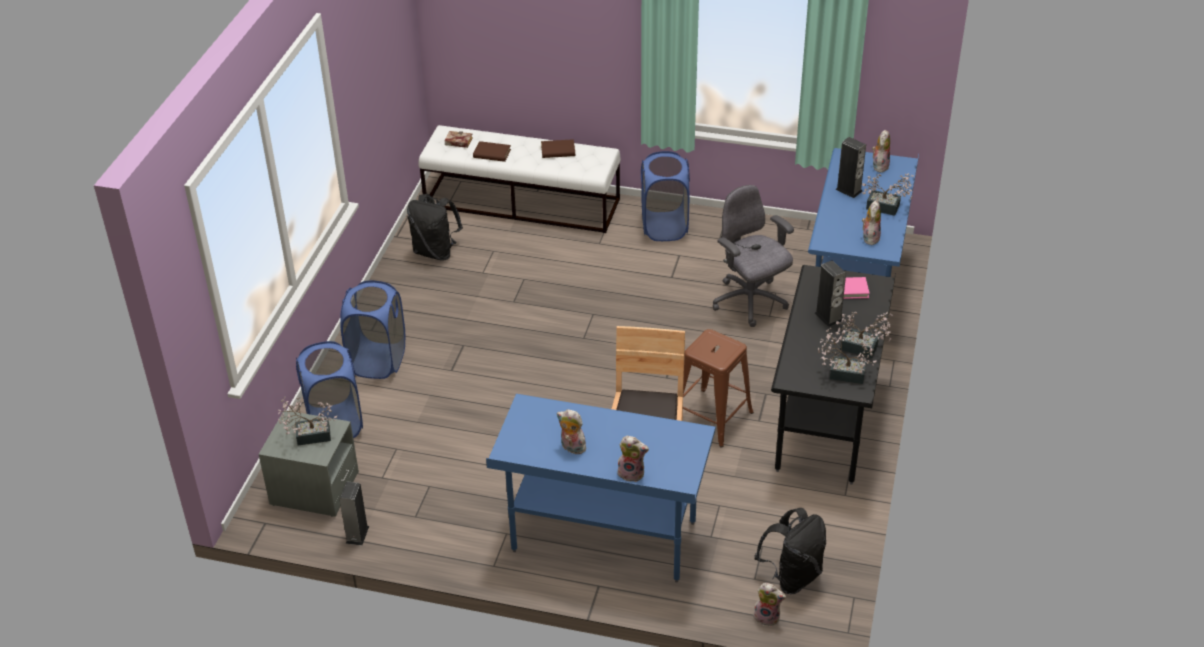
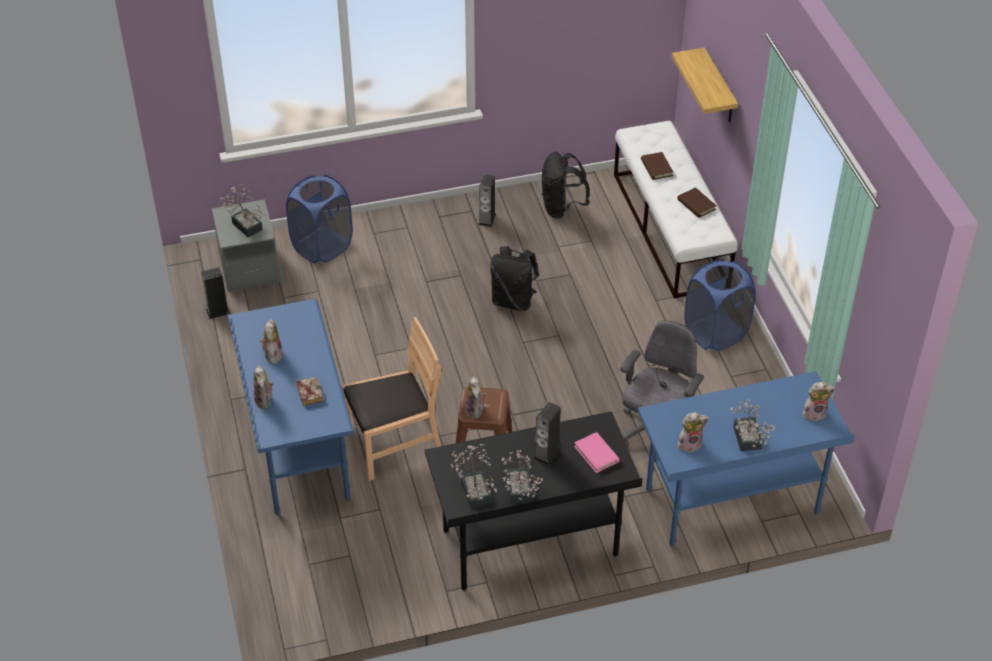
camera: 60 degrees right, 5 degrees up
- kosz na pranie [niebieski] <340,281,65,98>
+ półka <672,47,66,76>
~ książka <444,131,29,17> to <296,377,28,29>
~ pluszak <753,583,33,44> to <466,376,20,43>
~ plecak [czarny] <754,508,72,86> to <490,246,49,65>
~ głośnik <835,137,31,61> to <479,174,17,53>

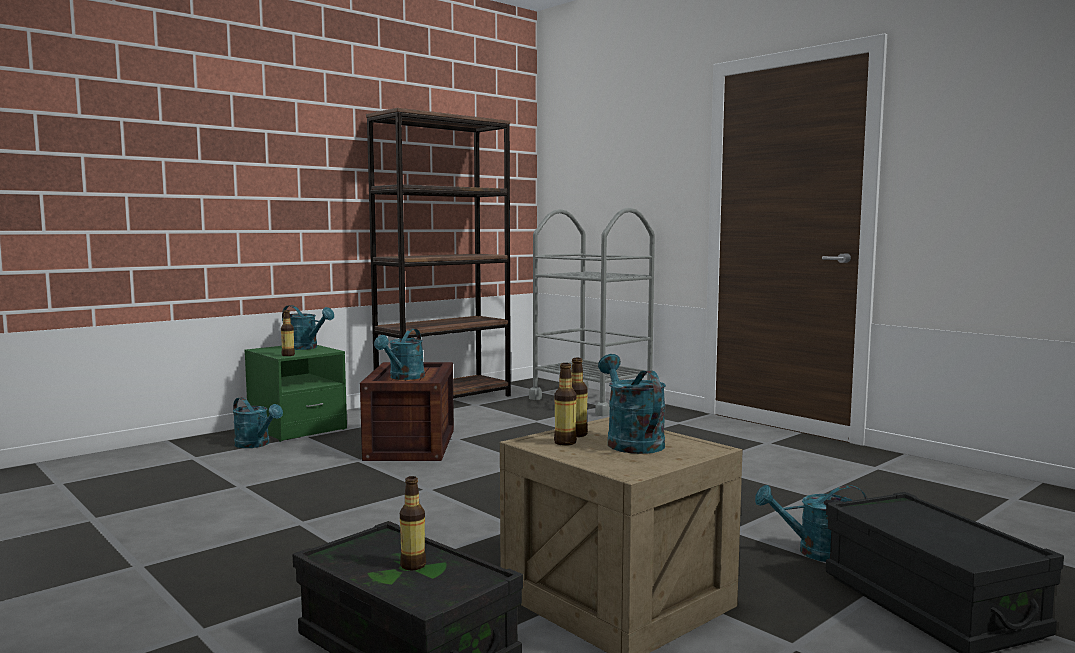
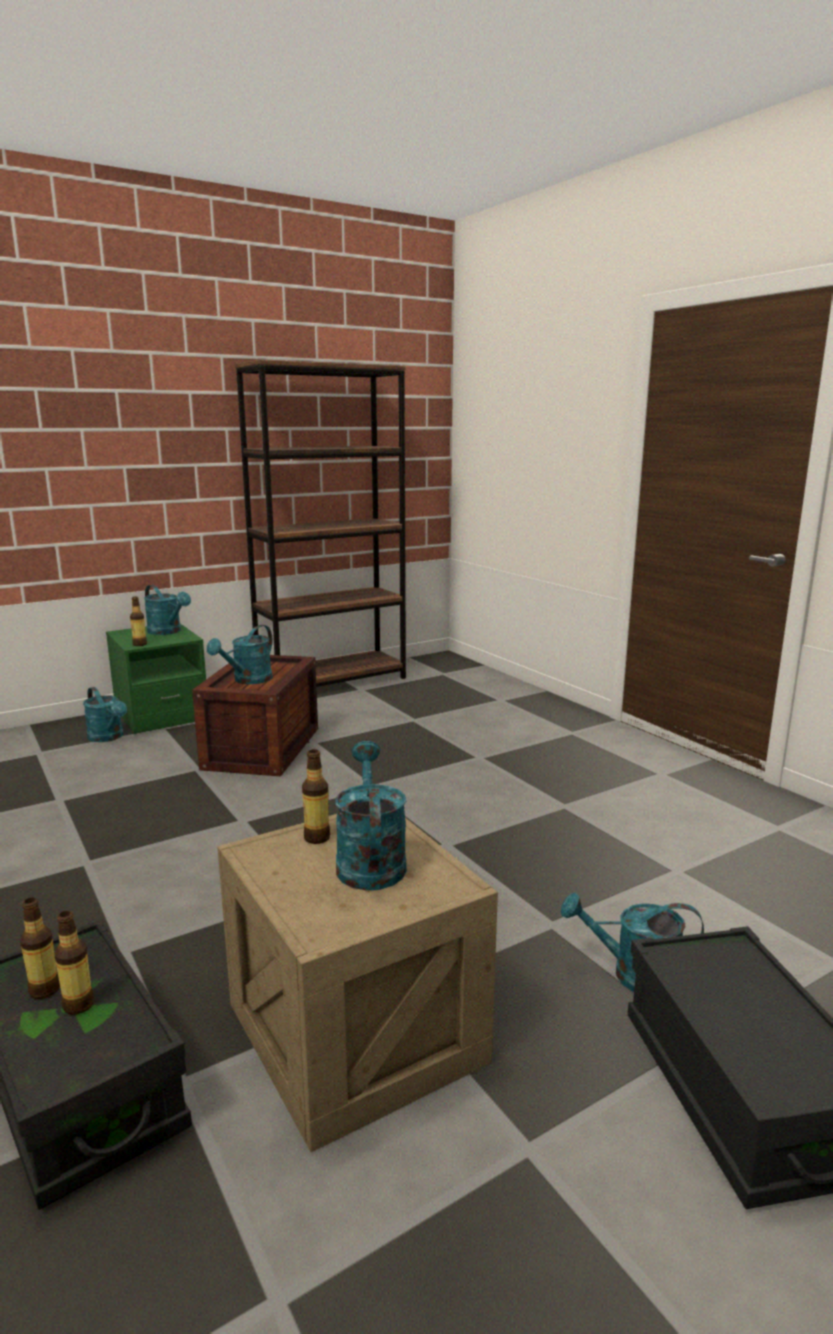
camera: 10 degrees right, 10 degrees up
- wózek [szary] <529,208,126,208>
~ butelka <554,363,23,83> to <20,898,40,101>

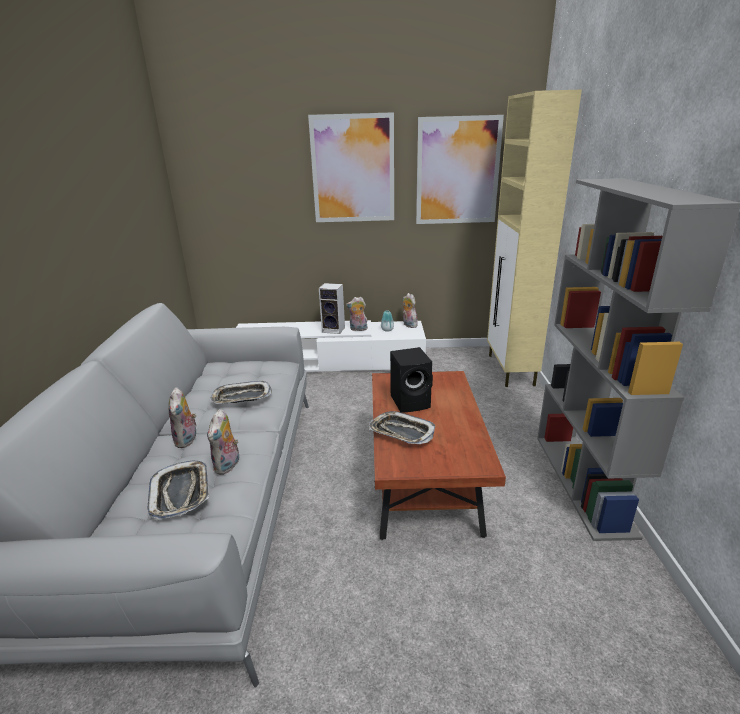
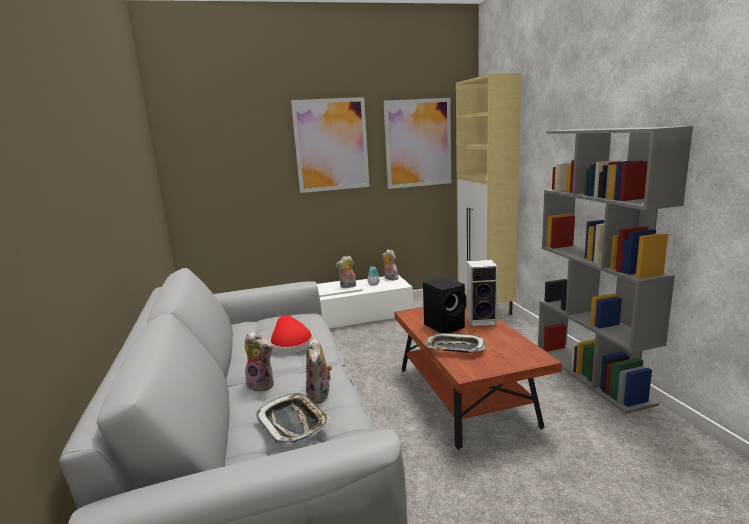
camera: 15 degrees left, 10 degrees down
~ głośnik <319,283,26,51> to <467,260,30,66>
~ taca <210,381,62,23> to kapelusz [czerwony] <270,316,43,38>
~ pluszak <169,387,27,61> = <244,331,30,60> 45 degrees counterclockwise

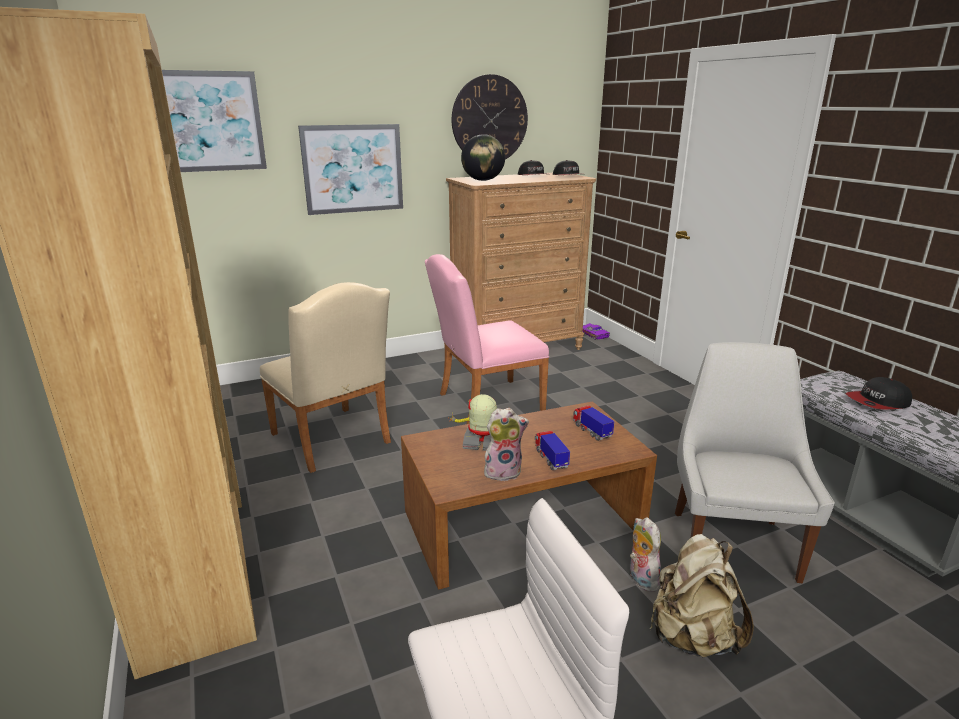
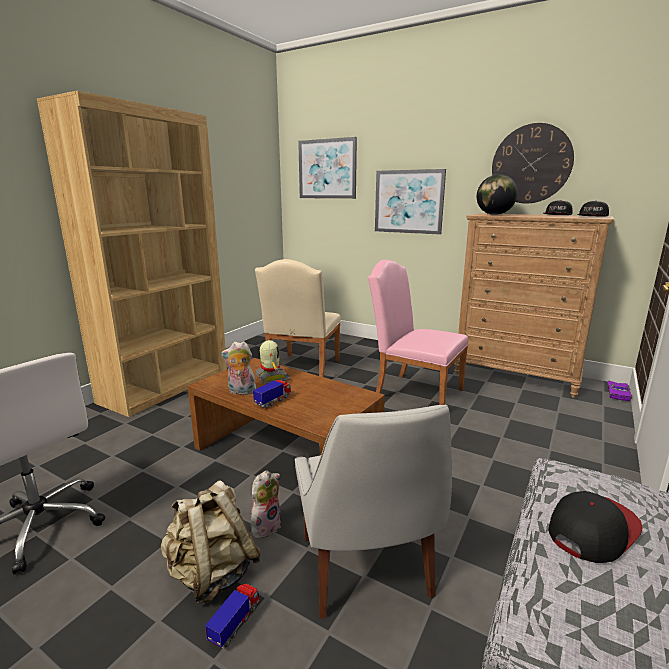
camera: 55 degrees right, 5 degrees down
~ ciężarówka zabawkowa <573,406,42,35> to <205,584,54,65>
~ pluszak <484,408,45,73> = <221,341,35,54> 135 degrees clockwise
~ krzesło [biały] <675,342,160,241> = <295,405,157,214> 105 degrees clockwise
~ czapka z daszkiem <845,377,67,33> = <548,491,95,72> 105 degrees clockwise

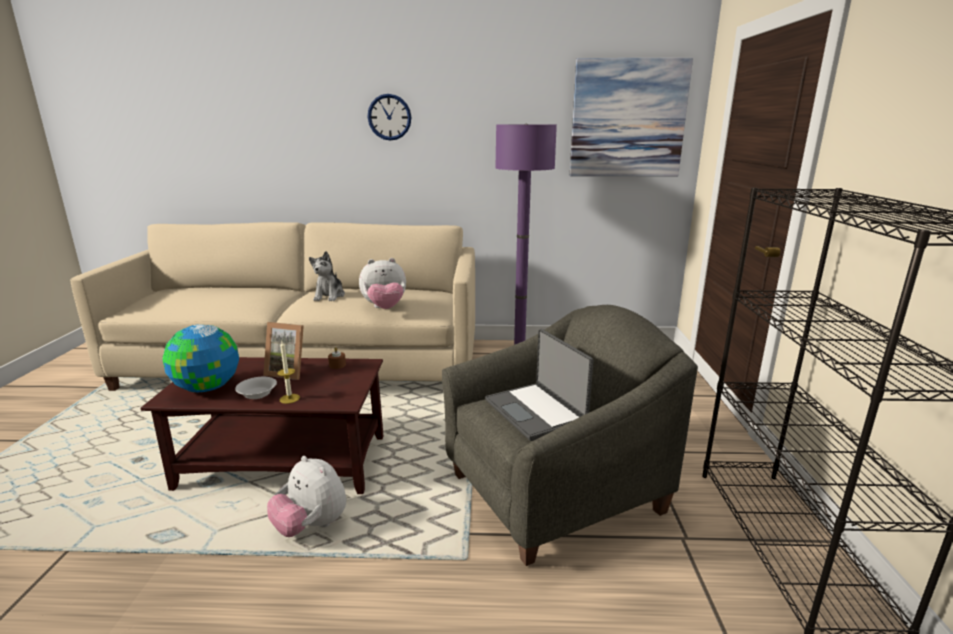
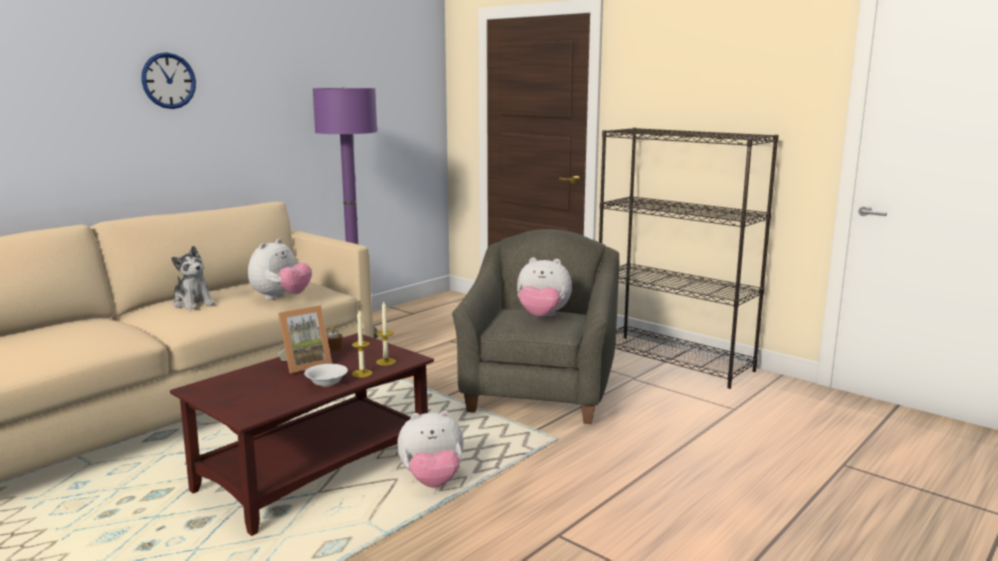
camera: 50 degrees left, 5 degrees down
- globus <162,324,77,68>
- obraz <570,58,123,119>
+ świeca <376,301,20,65>
~ laptop <485,329,108,112> to pluszak <517,257,55,60>

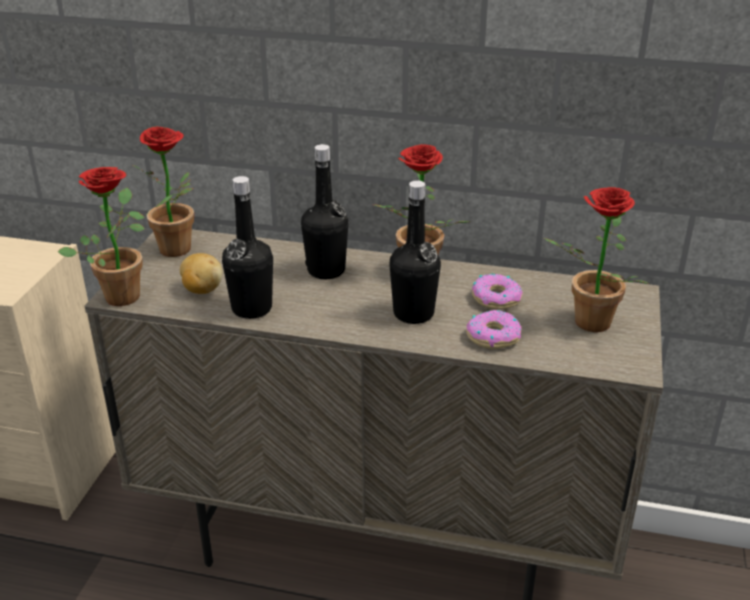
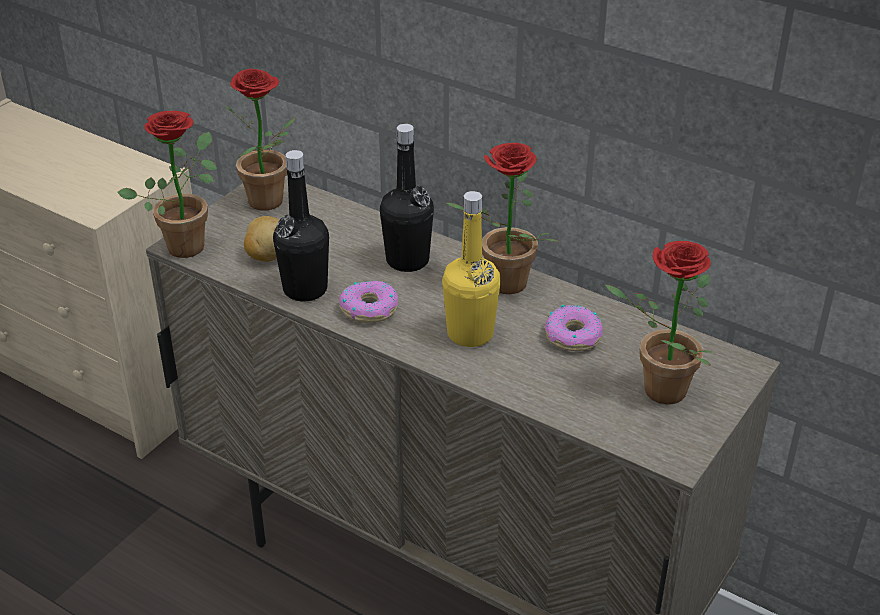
camera: 20 degrees right, 5 degrees up
~ donut <466,310,56,39> to <339,281,59,42>
~ butelka [czarny] <389,180,52,144> to butelka [żółty] <442,191,59,156>

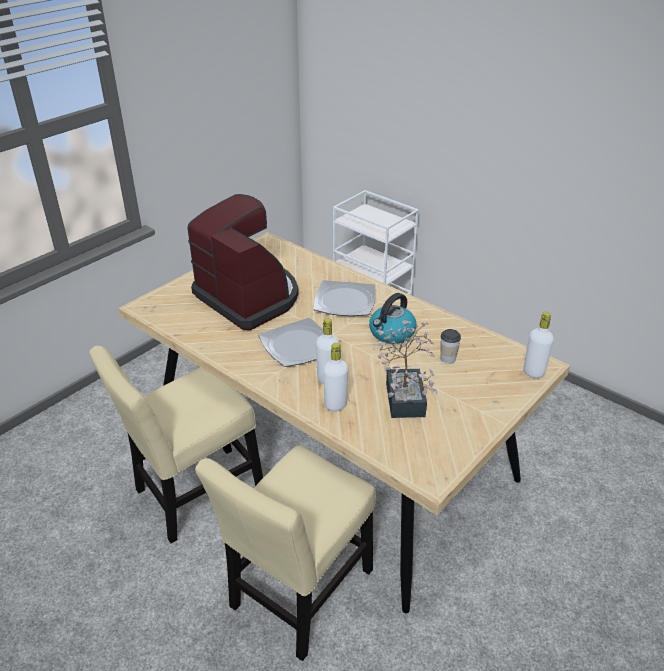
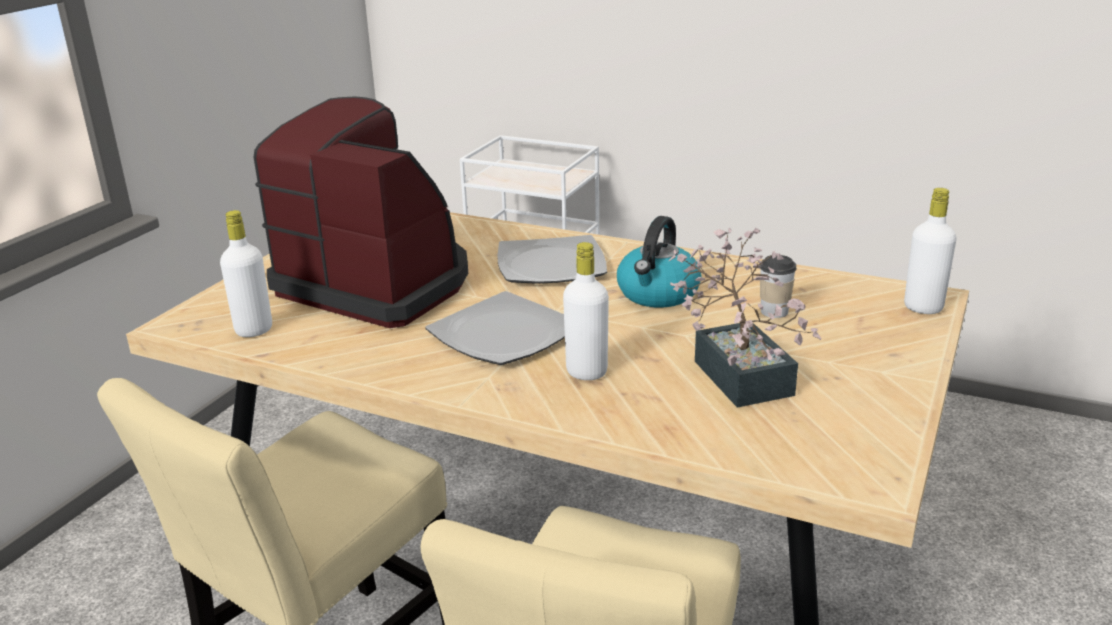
camera: 15 degrees left, 10 degrees down
~ butelka [biały] <323,343,25,68> to <220,210,52,127>

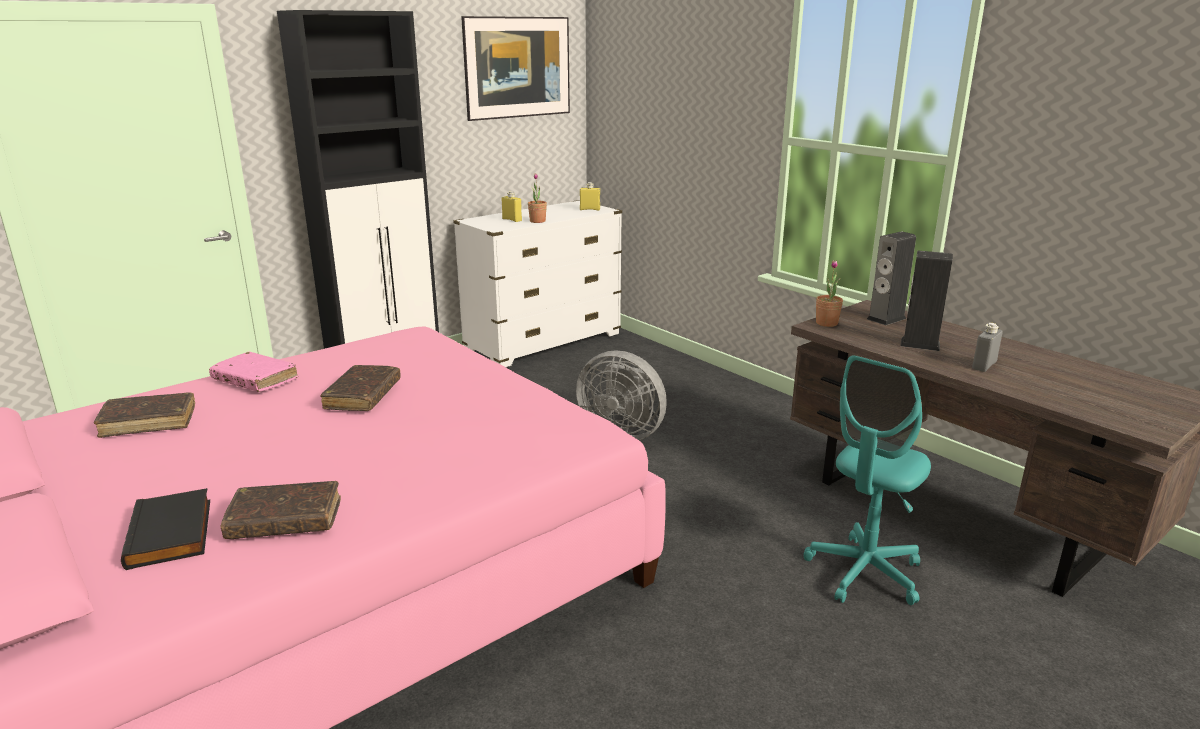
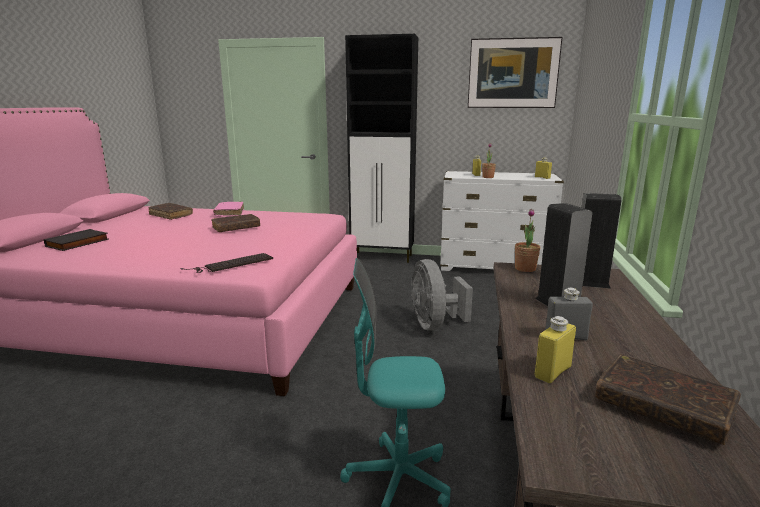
camera: 50 degrees right, 5 degrees down
+ klawiatura <181,253,92,20>
+ butelka [żółty] <535,316,41,67>
~ książka [brązowy] <221,481,120,58> to <595,354,146,91>

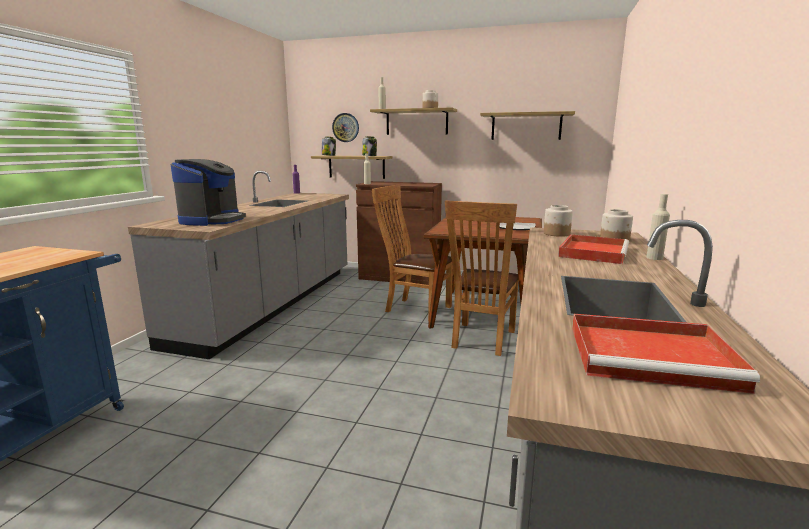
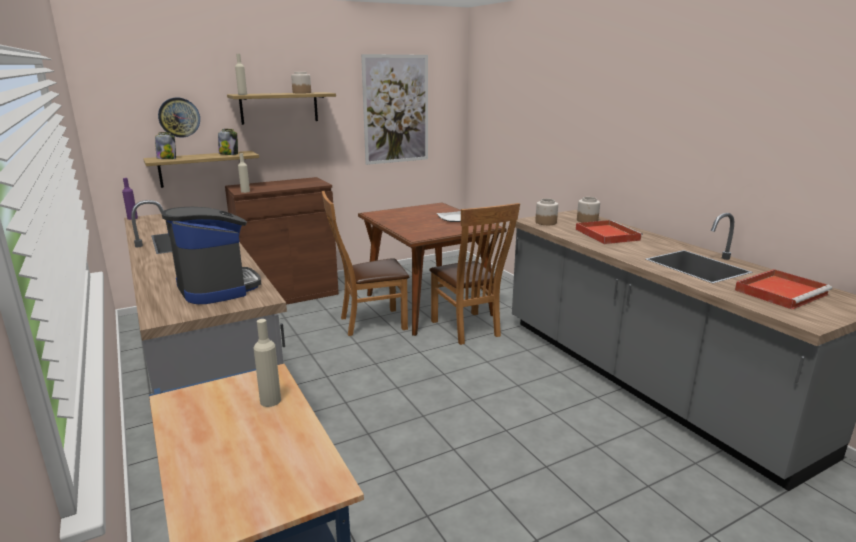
camera: 45 degrees left, 5 degrees up
~ butelka [beżowy] <646,194,24,66> to <254,319,27,88>
~ półka <480,111,95,29> to obraz <361,54,67,111>

